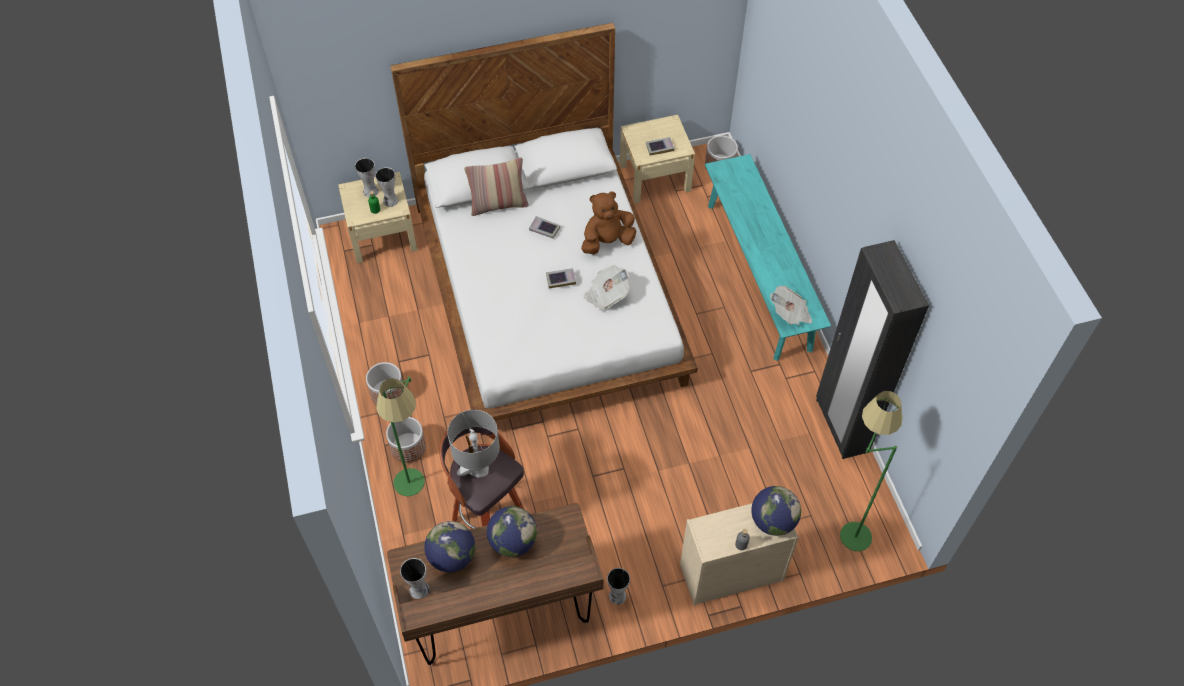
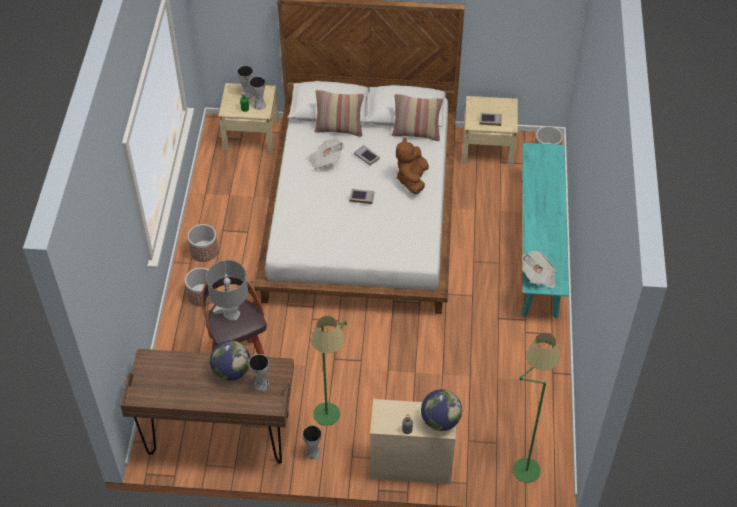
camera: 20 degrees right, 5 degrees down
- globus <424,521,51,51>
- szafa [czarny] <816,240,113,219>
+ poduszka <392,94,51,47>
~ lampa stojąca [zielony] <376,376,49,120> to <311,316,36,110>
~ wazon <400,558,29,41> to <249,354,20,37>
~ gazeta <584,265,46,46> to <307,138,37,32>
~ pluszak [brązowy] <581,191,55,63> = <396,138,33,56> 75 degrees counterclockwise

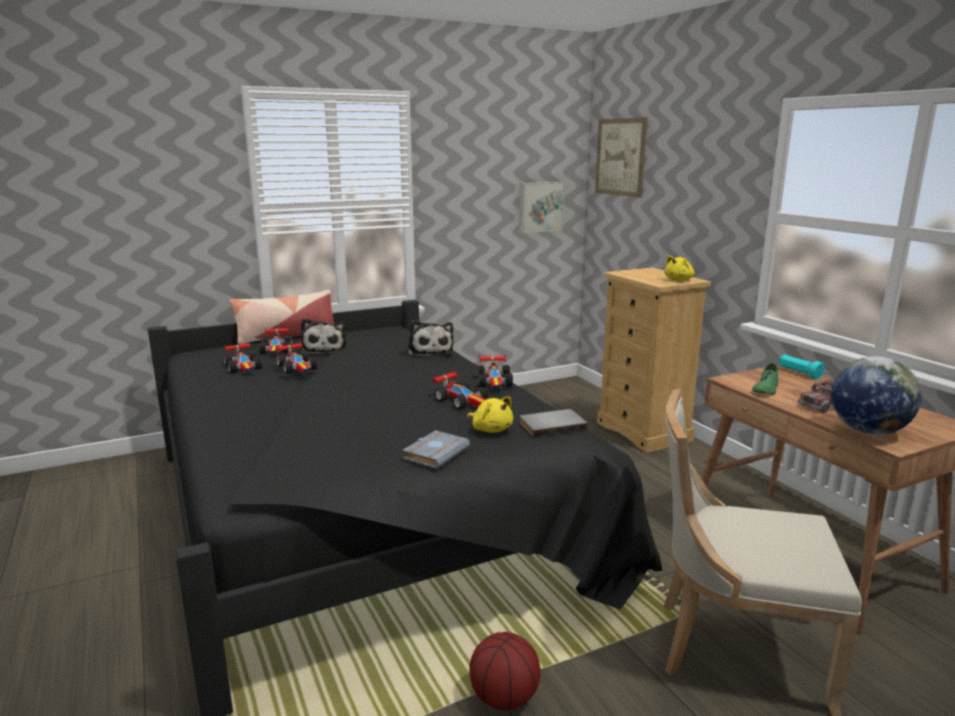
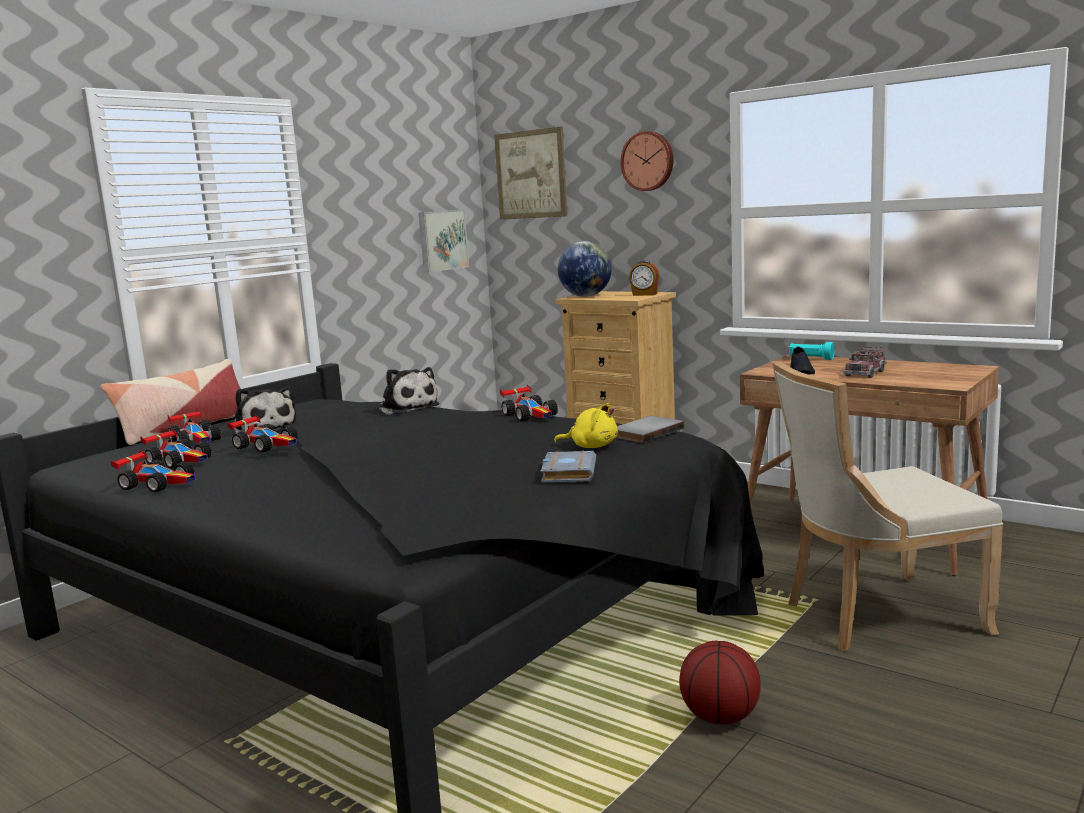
camera: 25 degrees left, 5 degrees down
+ zegar ścienny <620,131,53,60>
~ samochodzik <432,370,57,39> to <110,450,85,43>
~ globus <832,356,90,79> to <558,241,54,56>
~ pluszak [żółty] <664,255,30,26> to budzik <629,261,31,35>
~ but [zielony] <752,363,27,32> to but [czarny] <791,346,24,29>

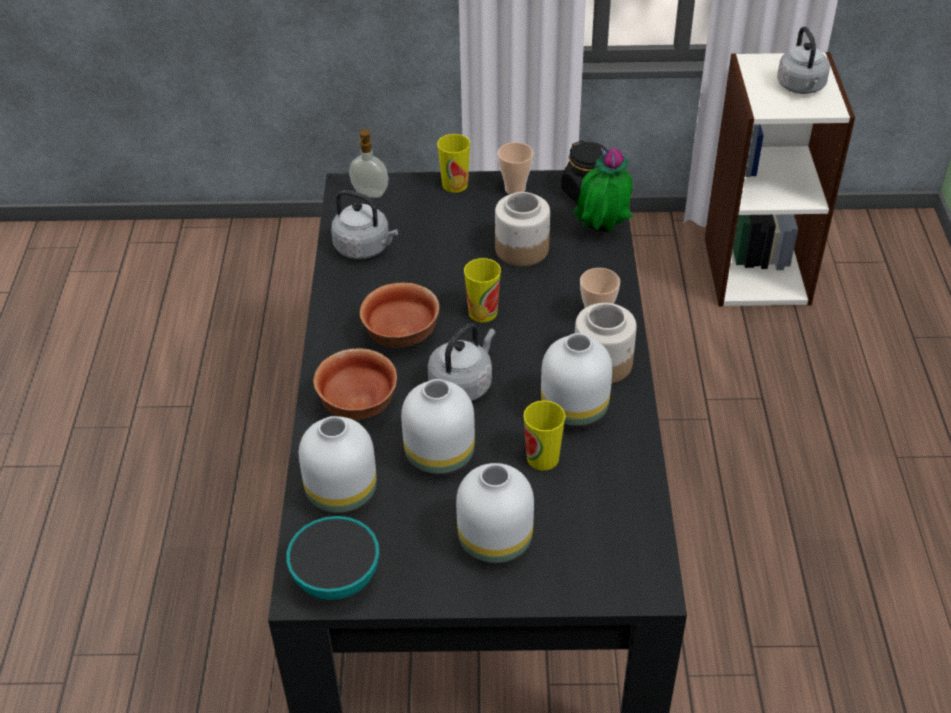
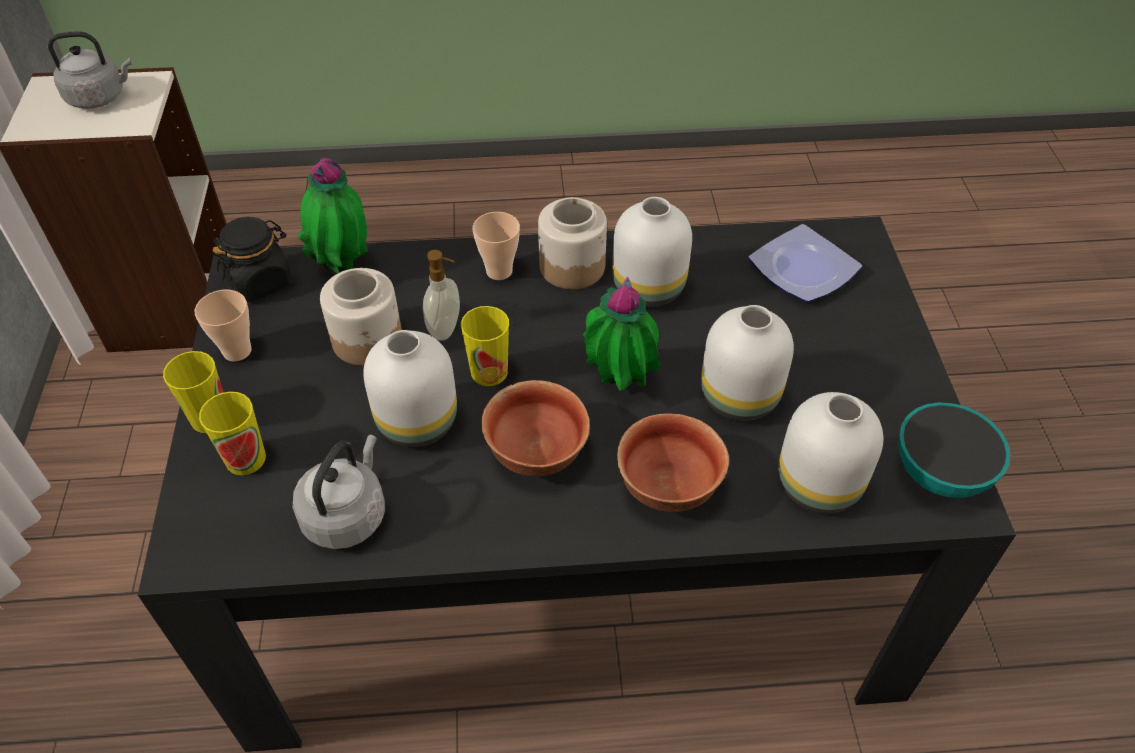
camera: 95 degrees left, 5 degrees up
+ talerz <749,224,113,78>
~ dozownik mydła <349,129,39,69> to <423,250,37,91>
~ wazon [biały] <456,463,78,103> to <363,330,94,117>
~ filiżanka <524,400,41,71> to <199,392,67,83>
~ czajnik [szary] <427,323,69,78> to roślina doniczkowa <583,277,78,114>

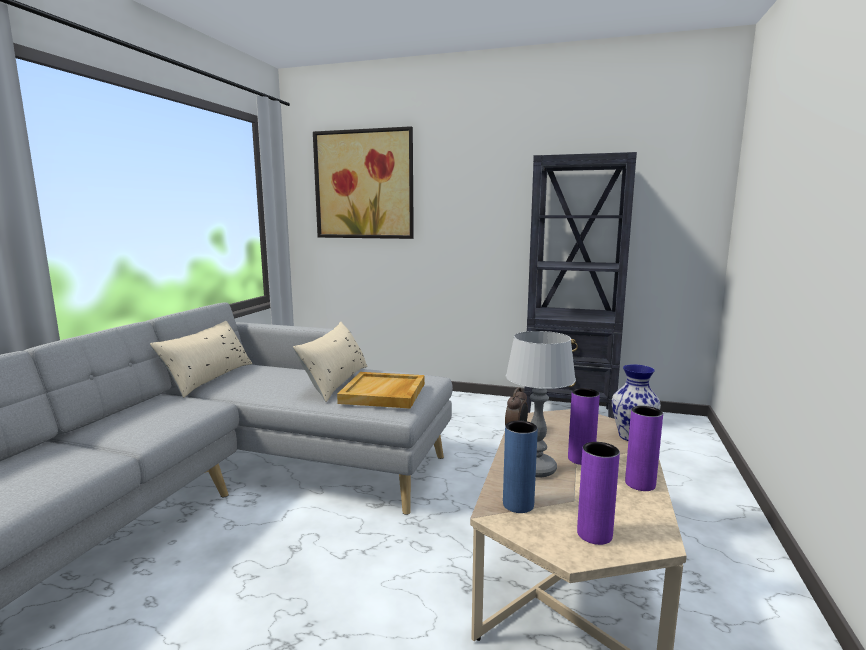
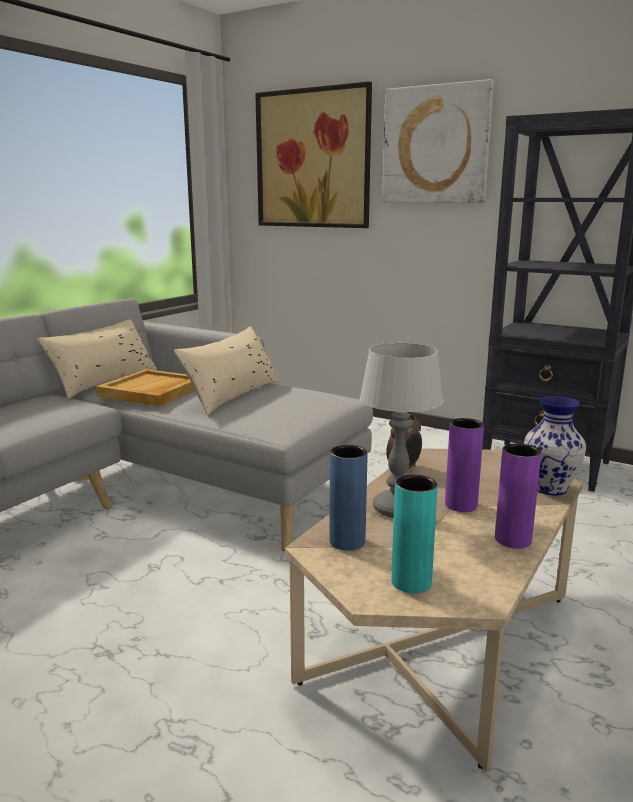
camera: 15 degrees right, 5 degrees up
+ obraz <382,79,112,124>
~ taca [beżowy] <337,372,88,37> to <96,369,99,38>
~ wazon [fioletowy] <577,442,43,103> to wazon [turkusowy] <391,475,47,118>

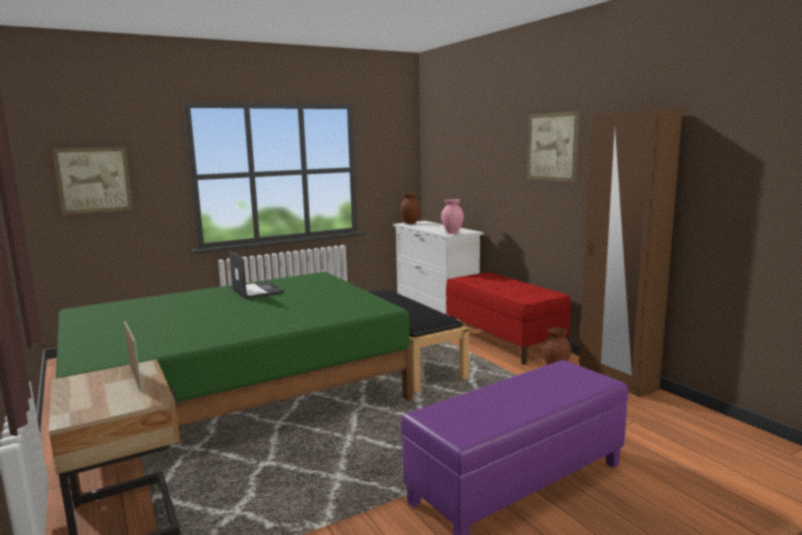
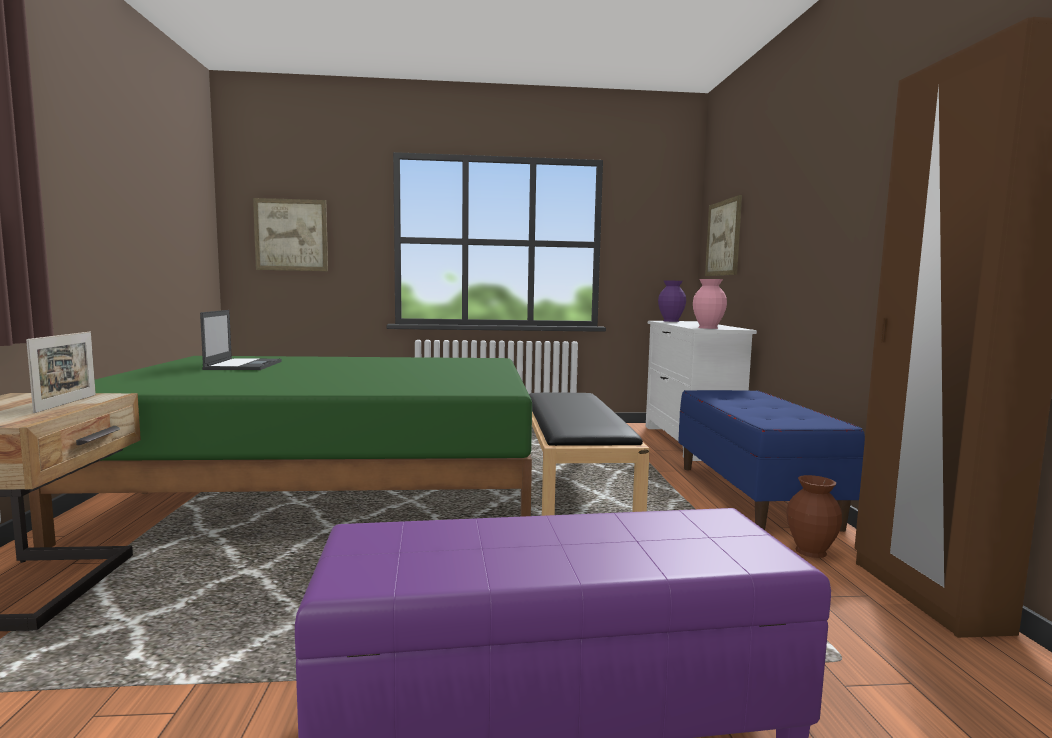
camera: 25 degrees right, 5 degrees down
~ laptop <229,251,55,48> to <200,310,81,60>
~ obraz <527,111,53,71> to <705,195,37,81>
~ wazon [brązowy] <400,193,20,31> to wazon [fioletowy] <658,281,28,41>
~ ławka [czerwony] <446,272,125,93> to ławka [niebieski] <678,390,187,142>

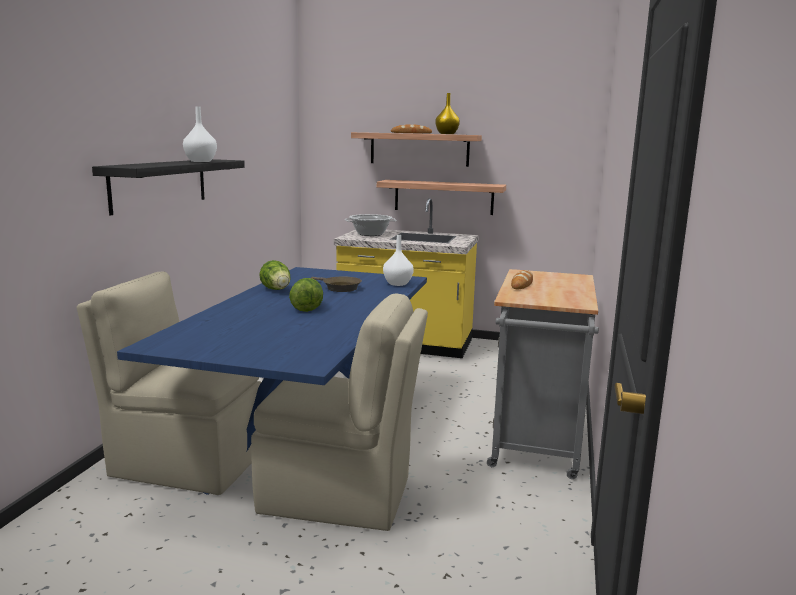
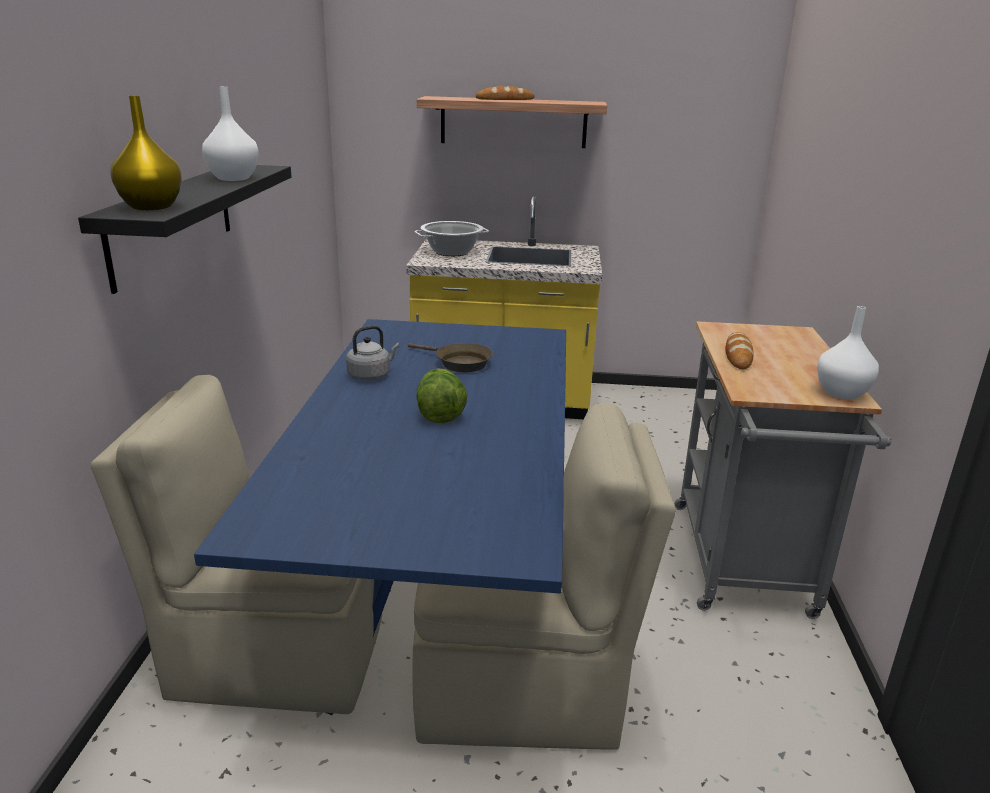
camera: 10 degrees left, 10 degrees up
- półka <377,180,129,35>
~ wazon [biały] <383,235,31,51> to <817,306,62,94>
~ wazon [żółty] <435,93,25,41> to <110,96,72,114>
~ sałata <259,260,32,30> to czajnik [szary] <346,325,54,55>

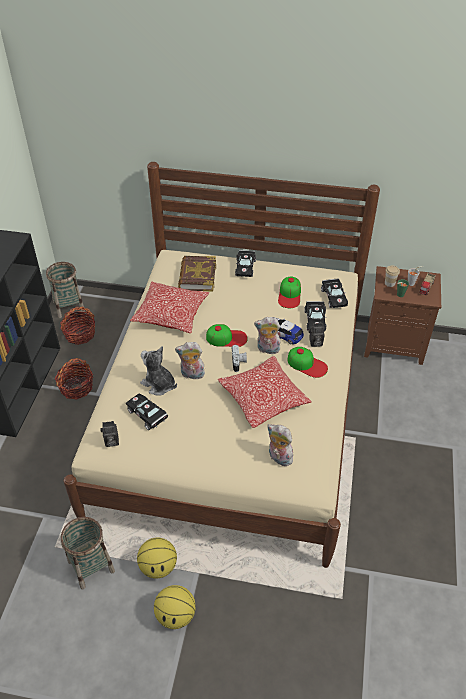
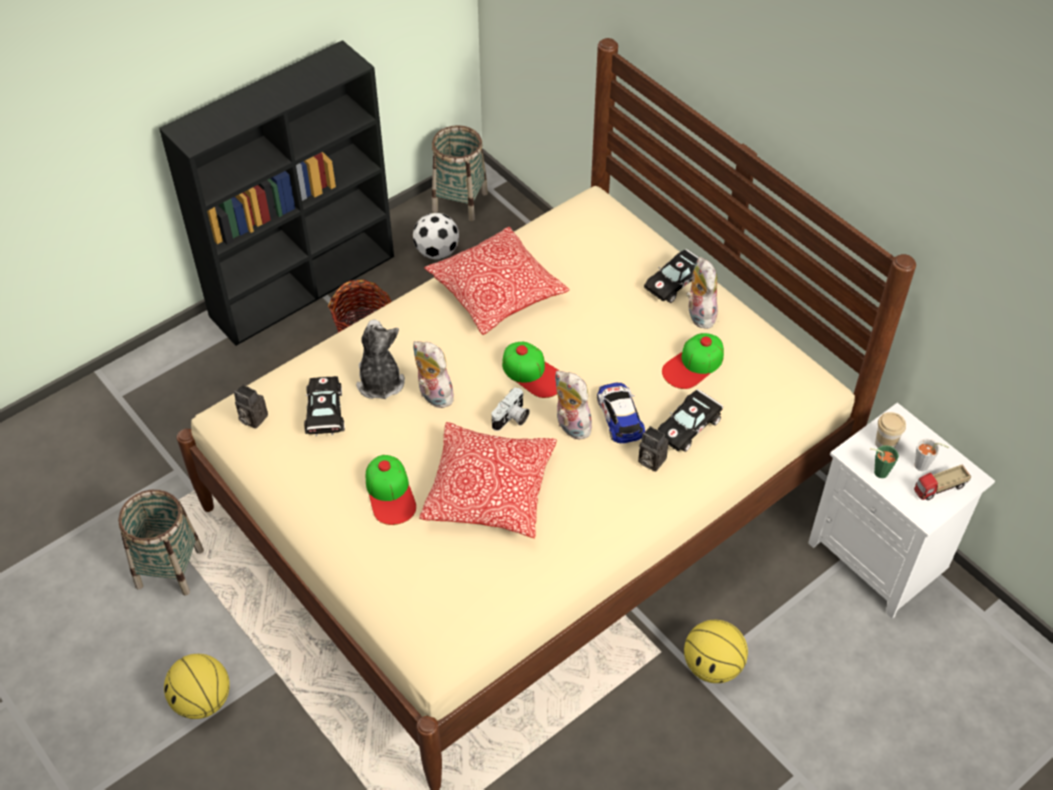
camera: 40 degrees right, 5 degrees up
- książka <178,256,38,36>
- samochodzik [czarny] <321,279,27,29>
~ piłka do koszykówki <137,537,40,42> to <684,620,64,63>
~ pluszak <267,424,26,42> to <686,257,32,72>
~ czapka z daszkiem <287,347,41,31> to <366,455,50,70>
~ koszyk <60,306,35,39> to piłka futbolowa <413,213,46,46>
~ szafka nocna [brązowy] <364,266,77,99> to szafka nocna [biały] <808,403,187,216>

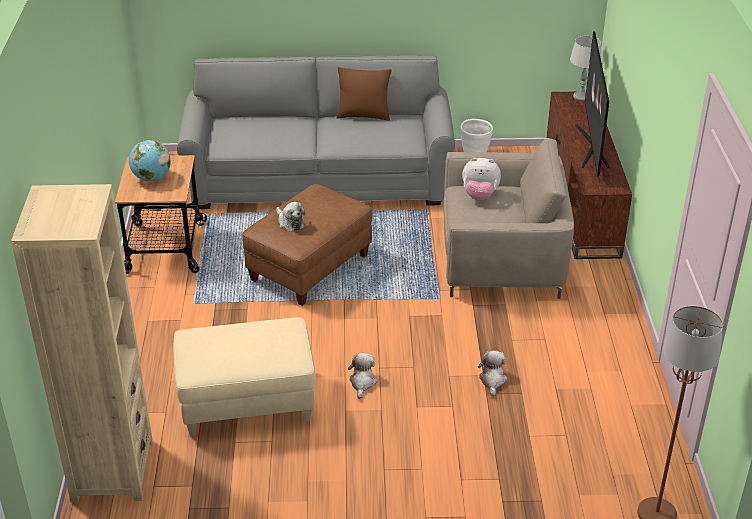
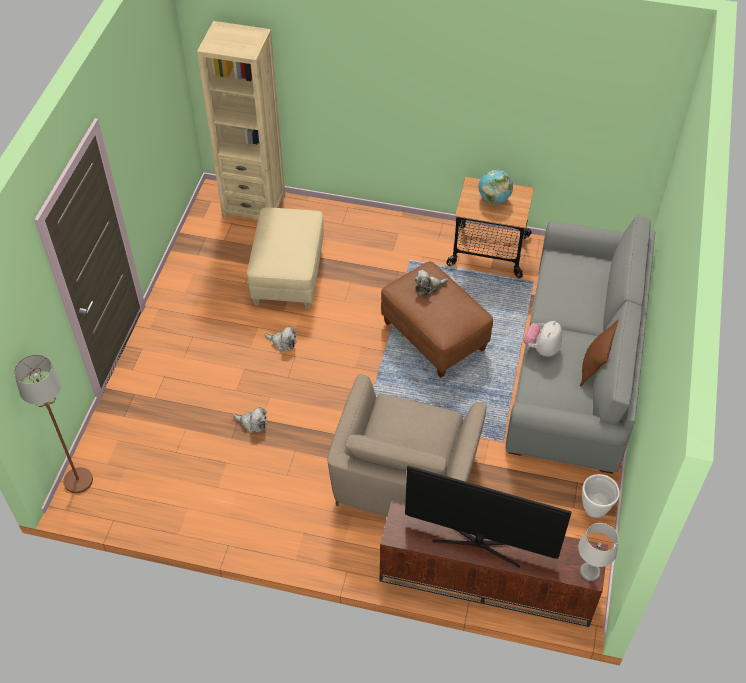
camera: 105 degrees right, 15 degrees up
~ pluszak <462,158,39,43> to <523,321,39,36>

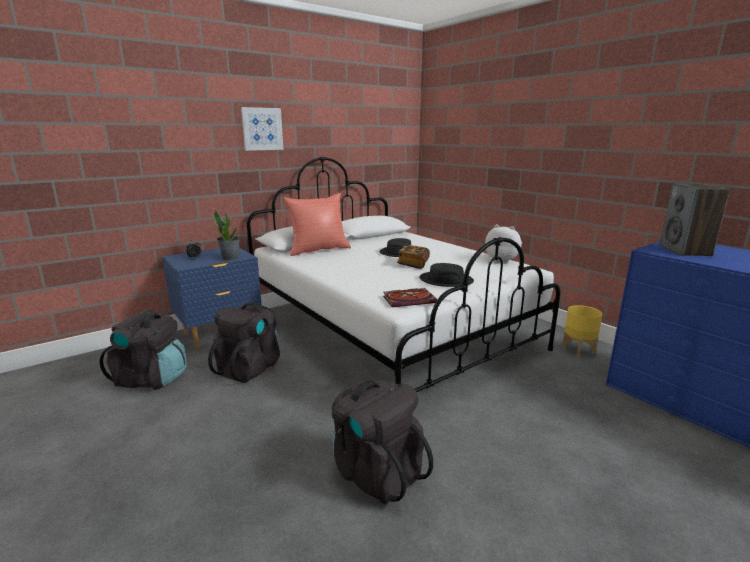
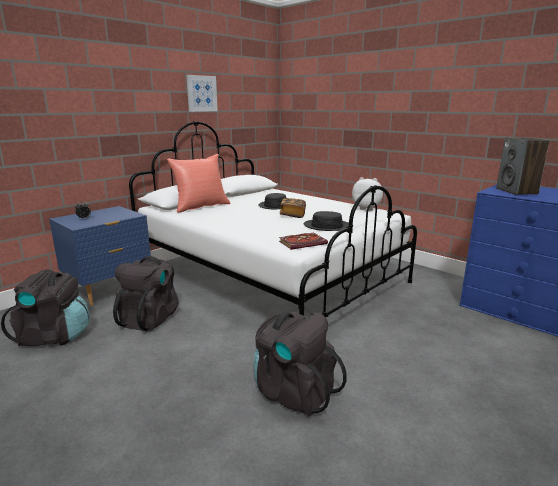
camera: 10 degrees left, 0 degrees up
- roślina doniczkowa <213,210,27,50>
- donica [żółty] <562,305,40,52>
~ obraz <241,107,42,44> to <187,75,31,37>

